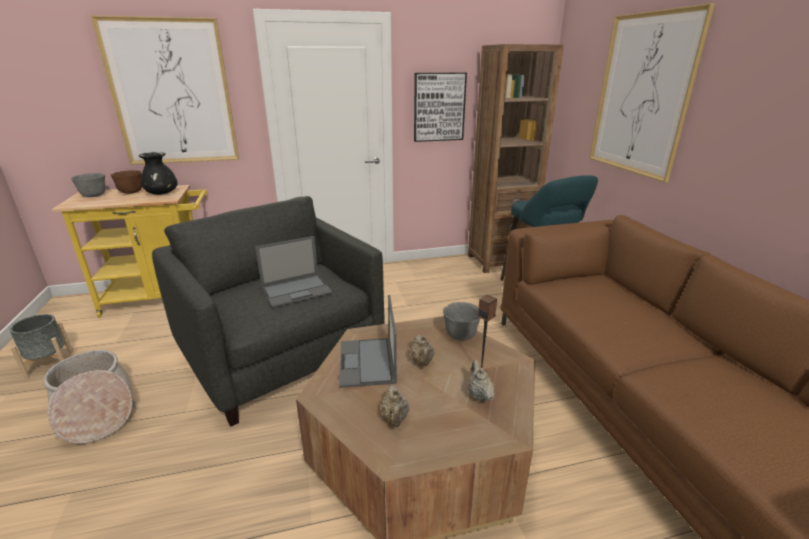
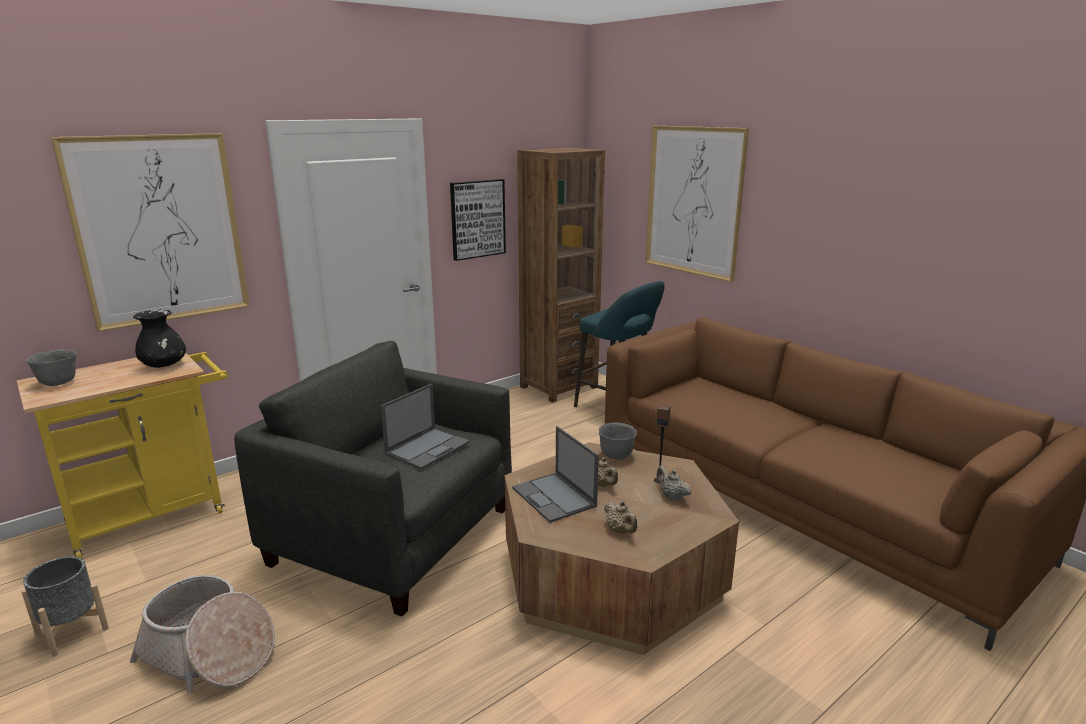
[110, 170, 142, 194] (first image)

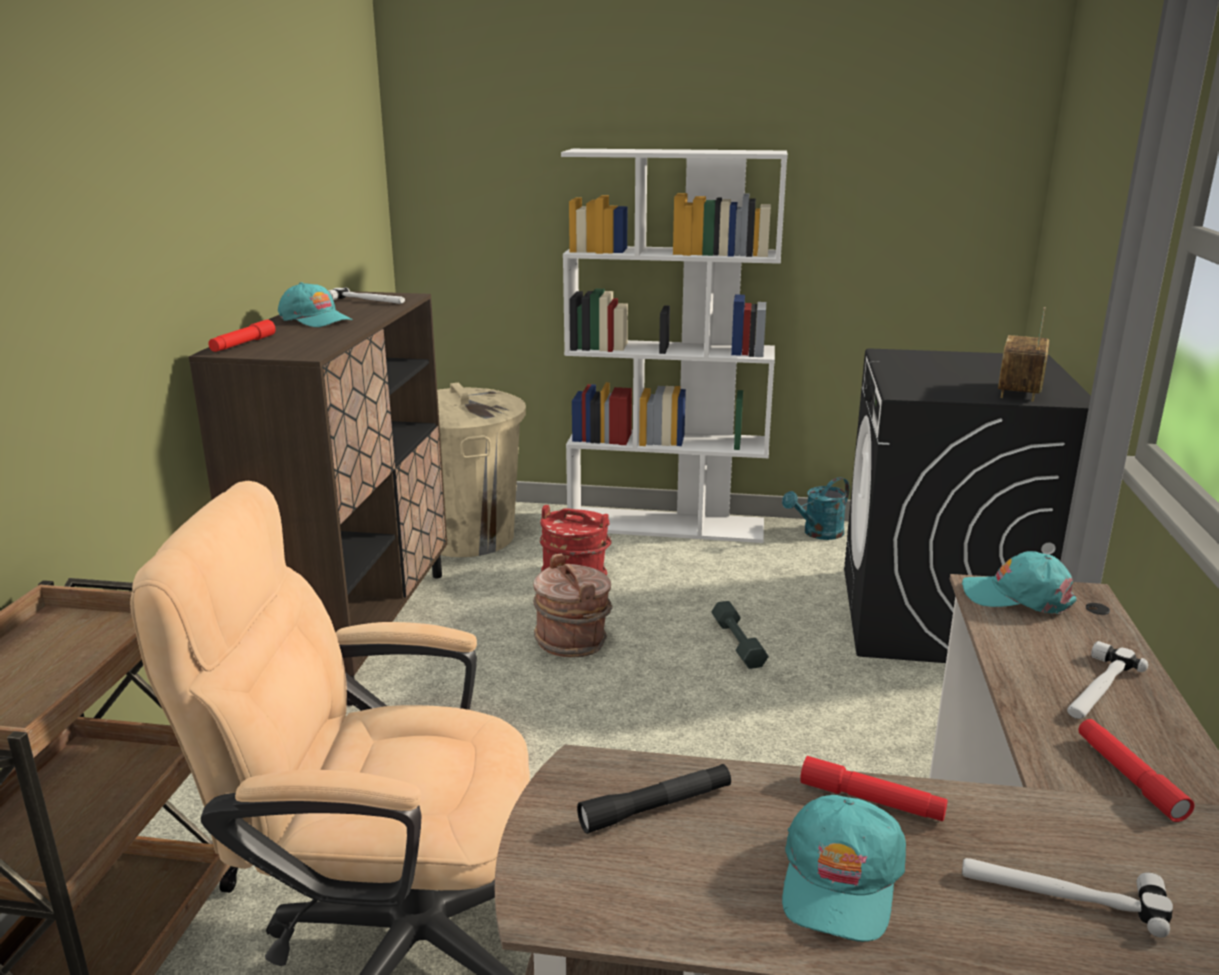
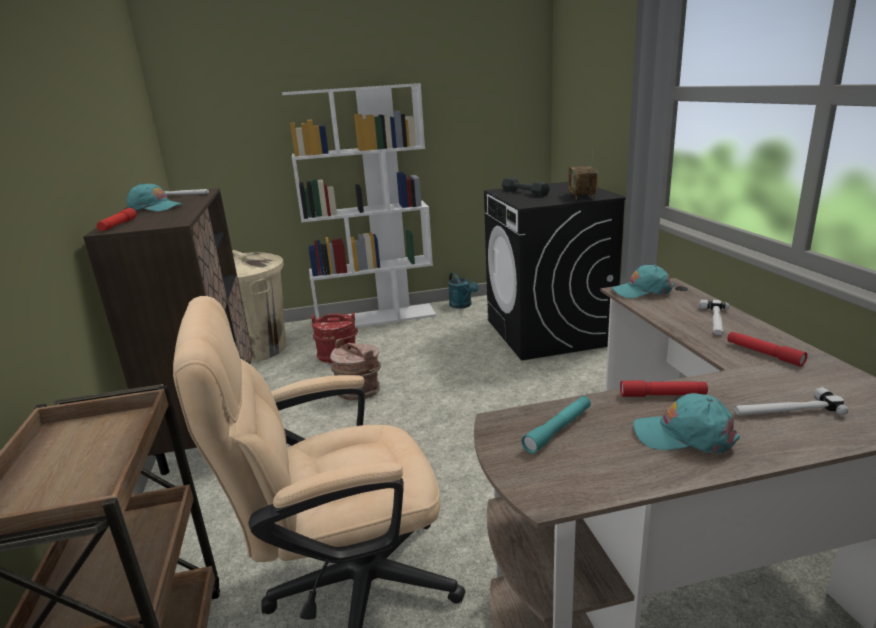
[521, 396, 591, 453]
[501, 178, 550, 197]
[448, 272, 479, 309]
[633, 393, 740, 453]

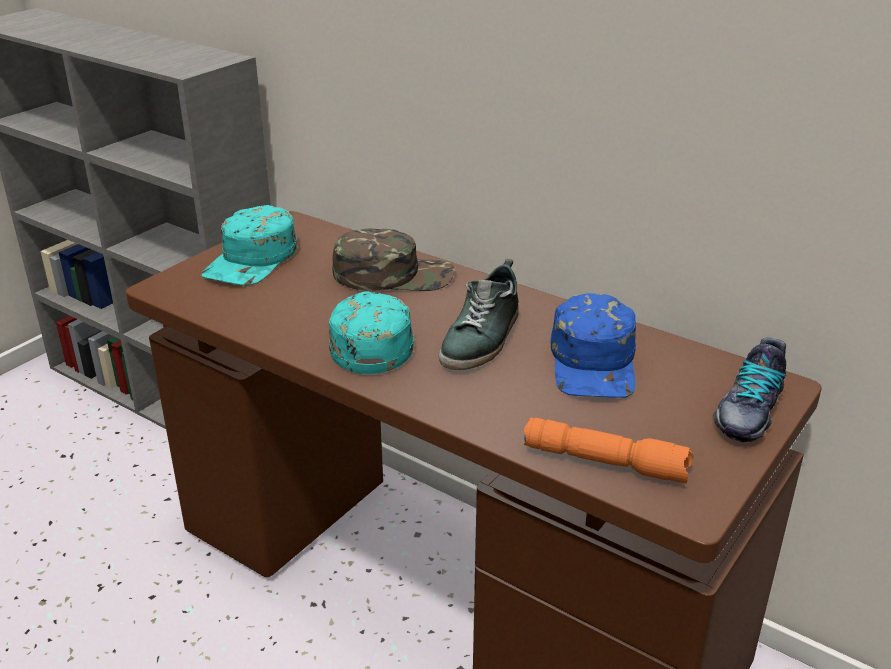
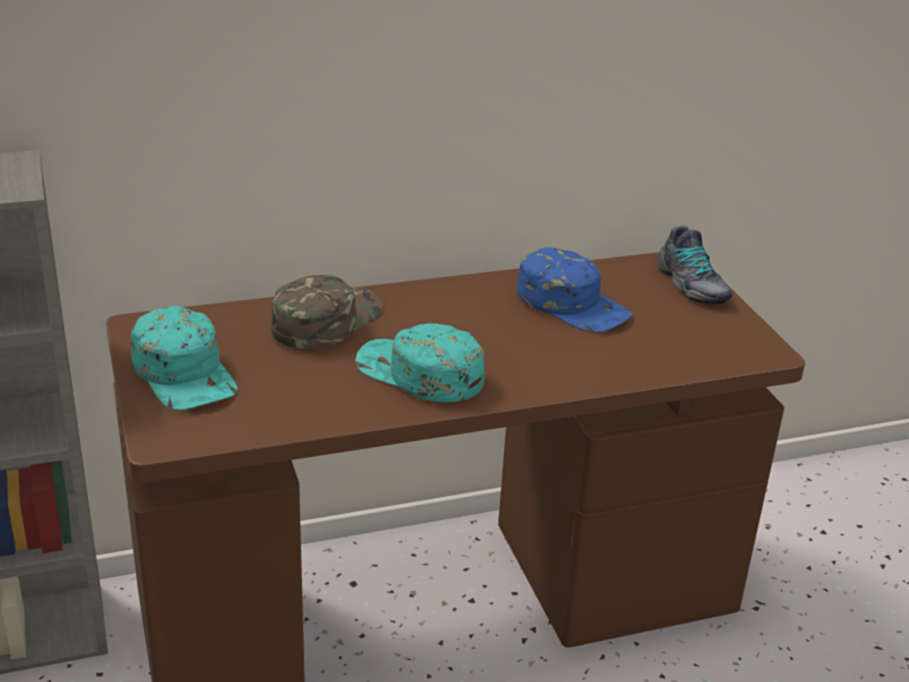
[439, 259, 519, 370] (first image)
[523, 417, 693, 483] (first image)

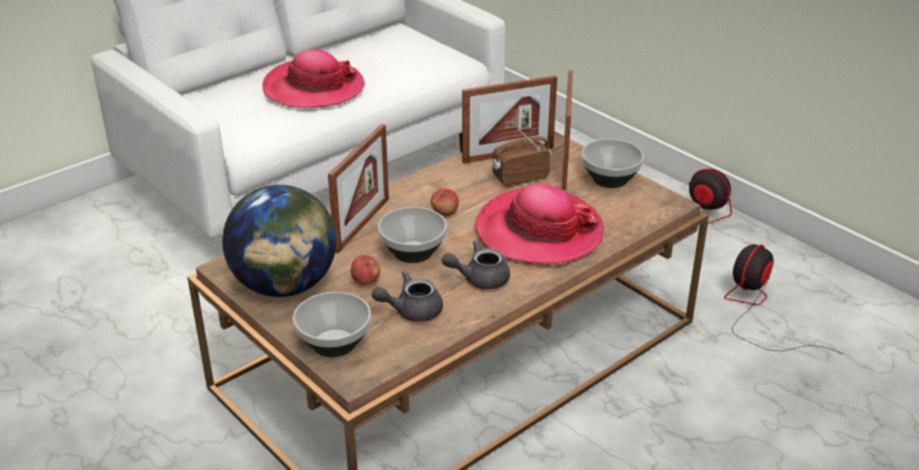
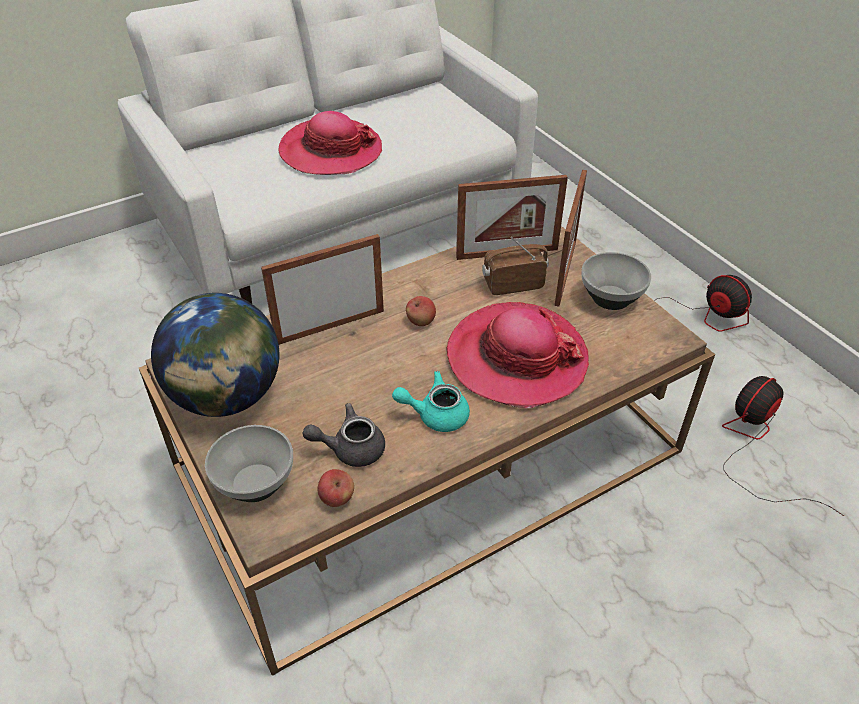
[261, 234, 384, 345]
[318, 469, 354, 507]
[378, 207, 447, 263] (first image)
[392, 371, 470, 432]

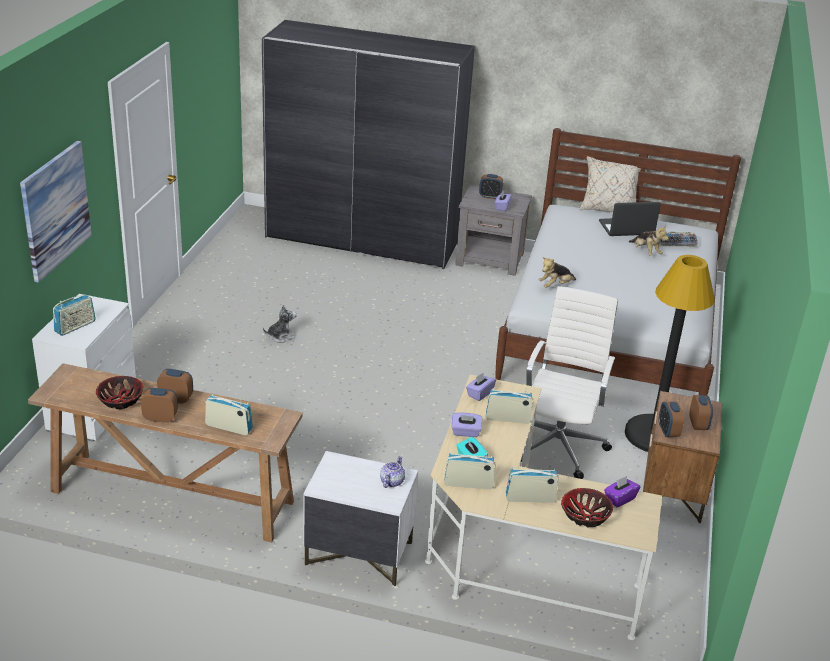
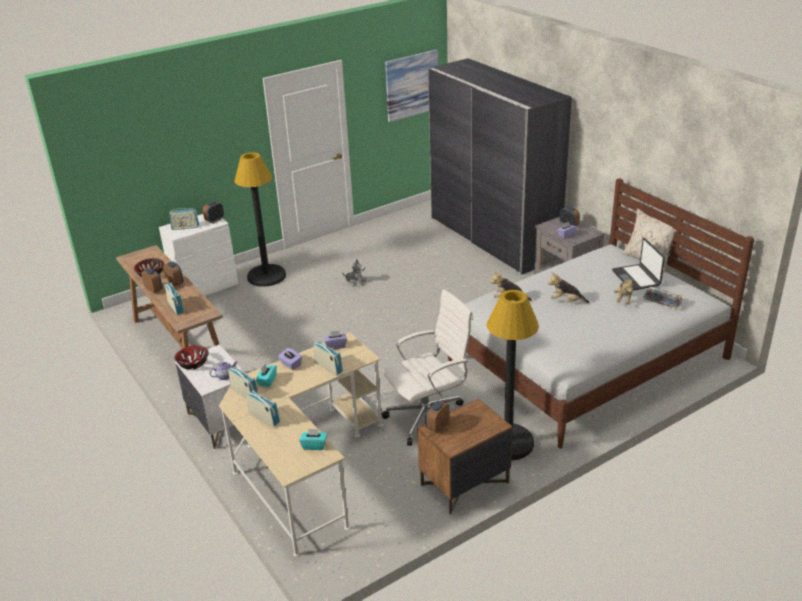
[385, 49, 438, 122]
[174, 345, 209, 370]
[612, 238, 665, 290]
[299, 429, 327, 450]
[203, 201, 224, 223]
[234, 152, 286, 287]
[548, 272, 590, 303]

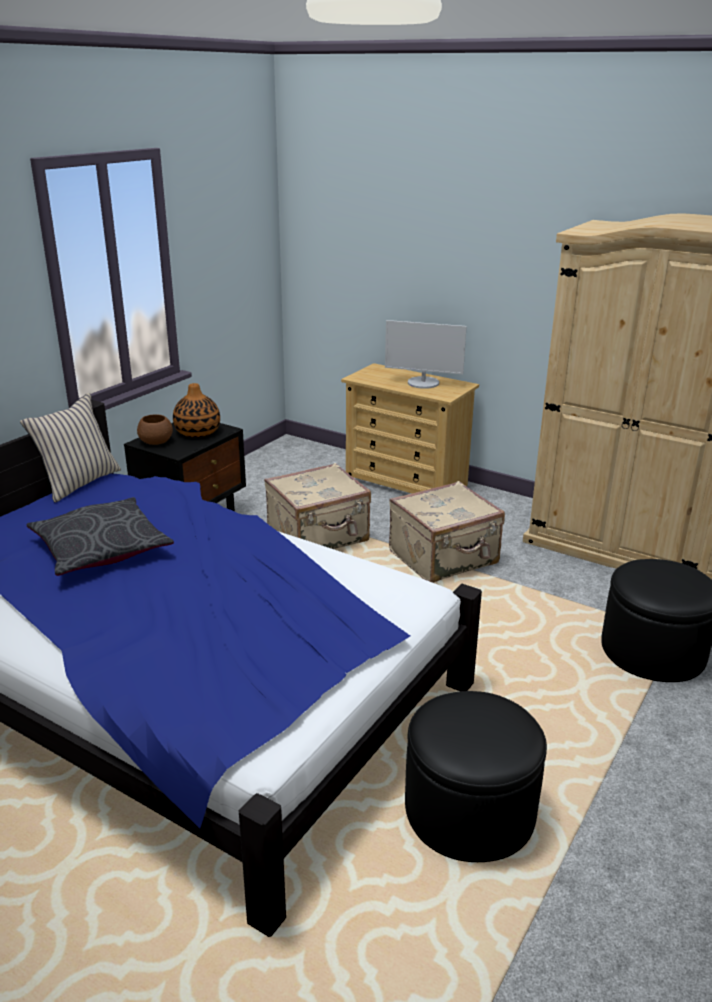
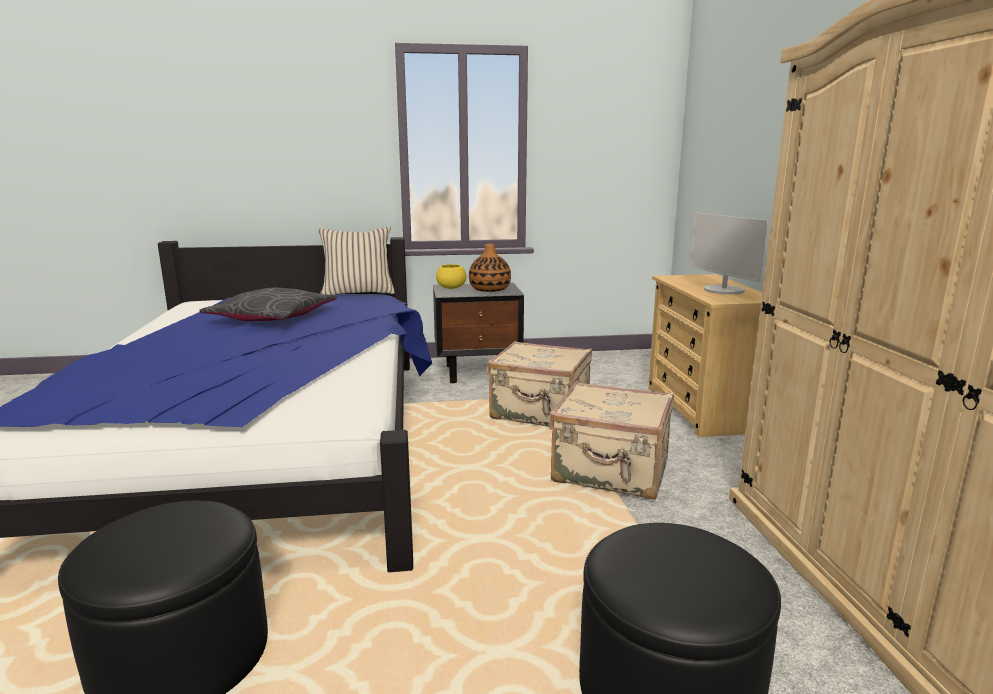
[436, 264, 466, 289]

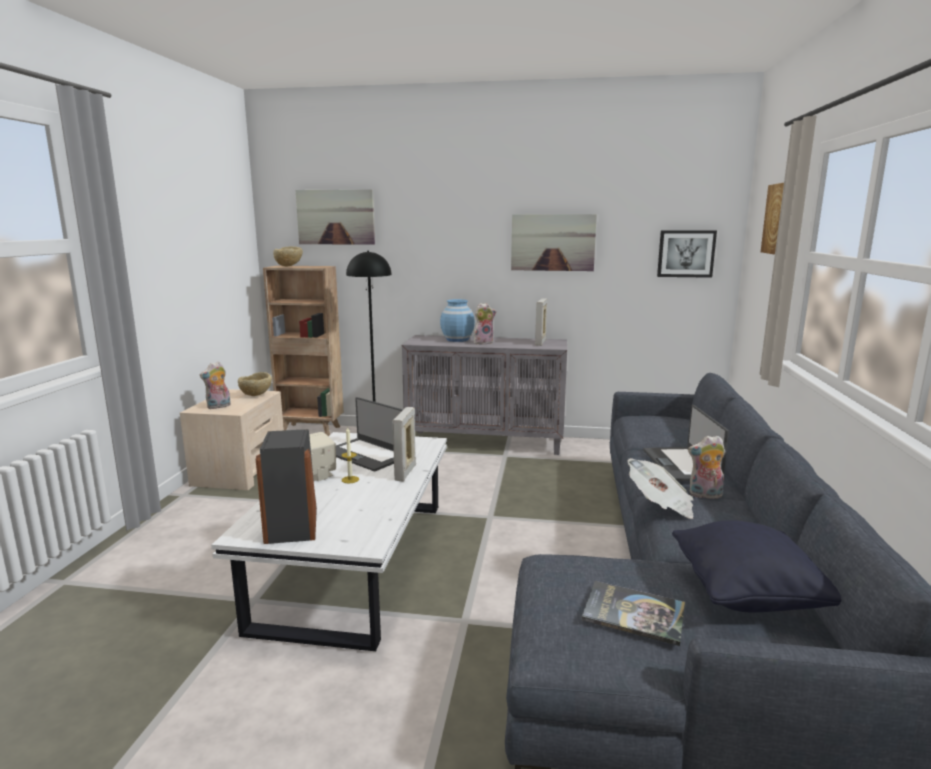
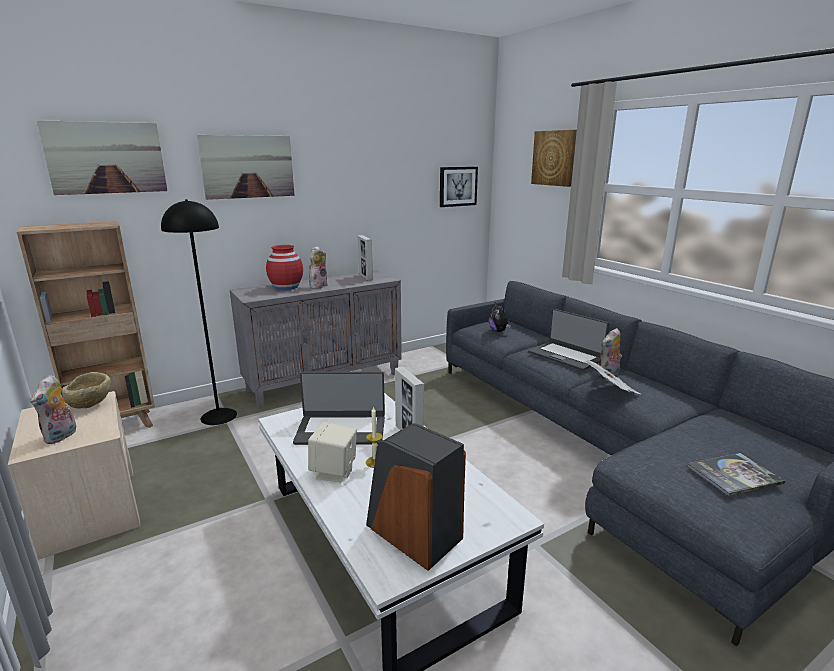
[273, 246, 303, 267] (first image)
[266, 245, 303, 290]
[197, 135, 294, 200]
[672, 520, 841, 612] (first image)
[489, 303, 511, 332]

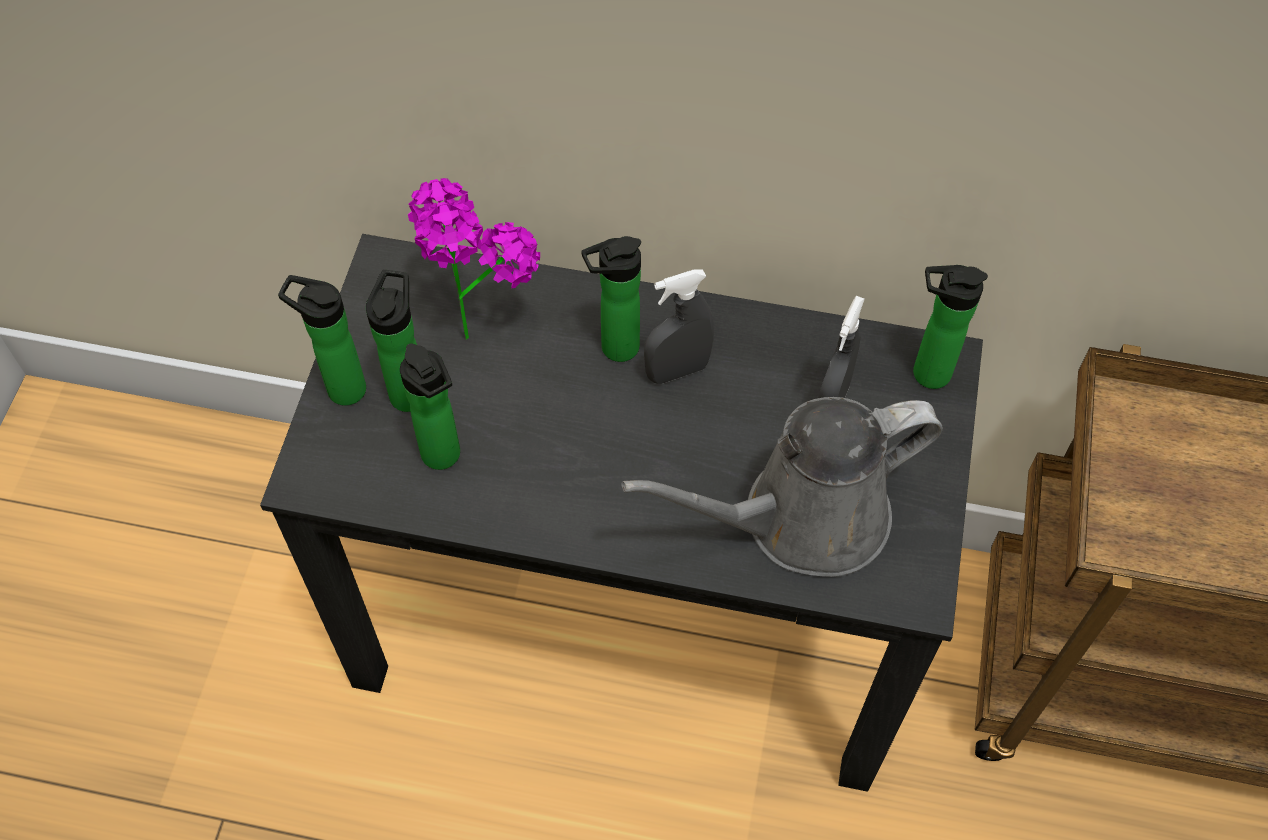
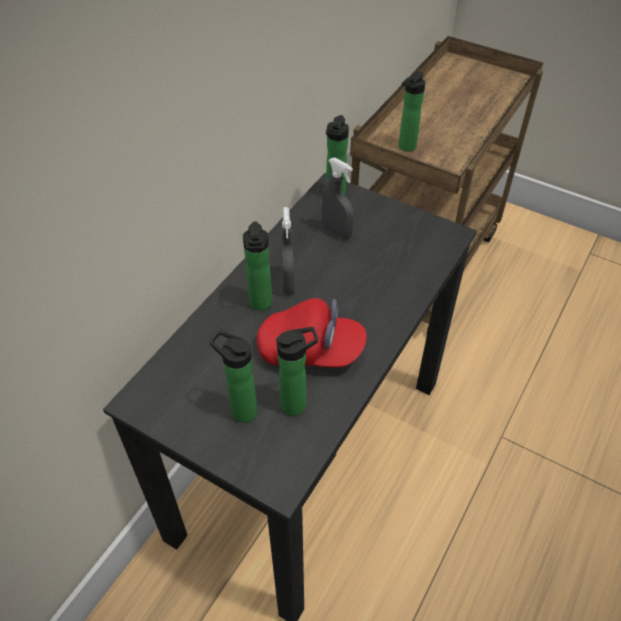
[399, 72, 426, 151]
[408, 178, 540, 340] (first image)
[621, 397, 943, 577] (first image)
[257, 298, 367, 367]

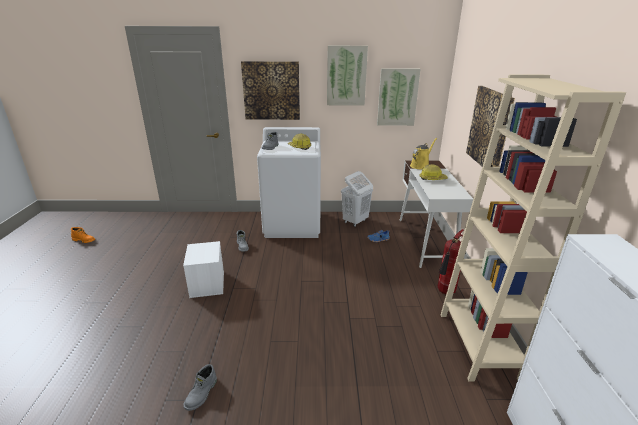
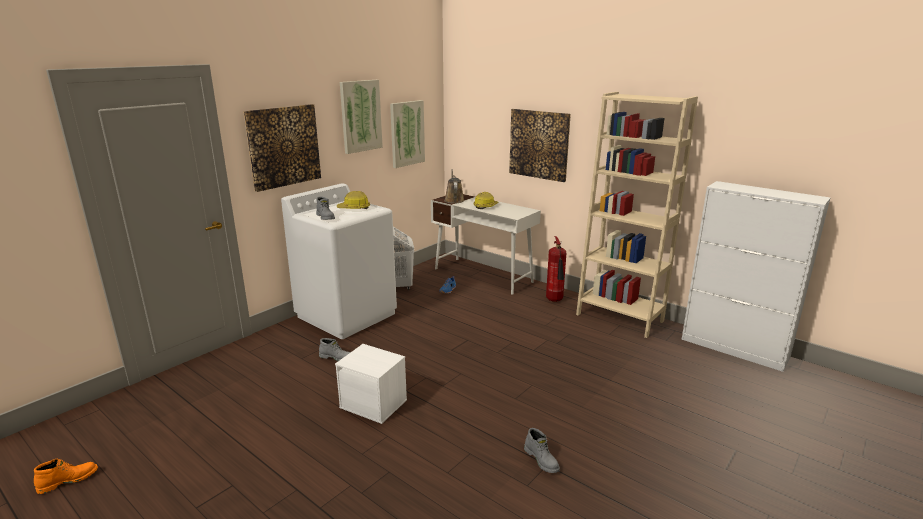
[444, 169, 464, 204]

